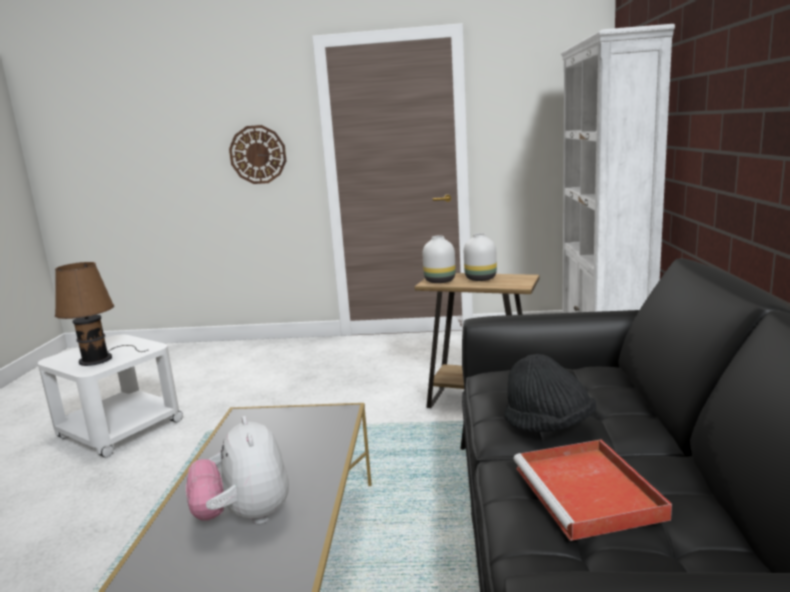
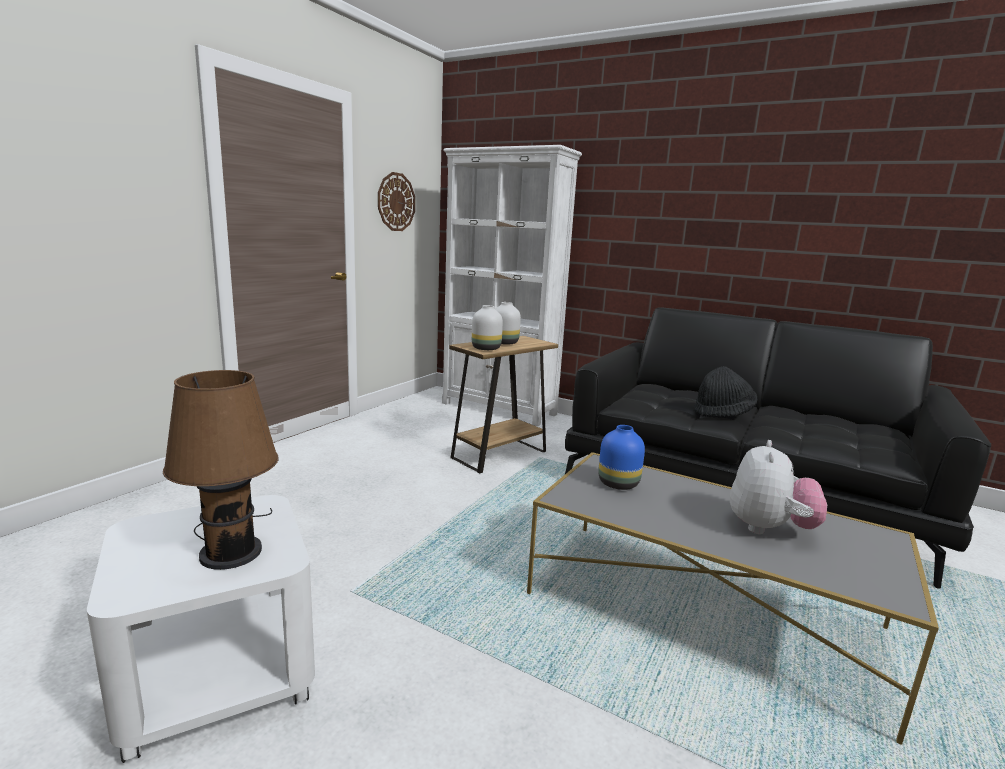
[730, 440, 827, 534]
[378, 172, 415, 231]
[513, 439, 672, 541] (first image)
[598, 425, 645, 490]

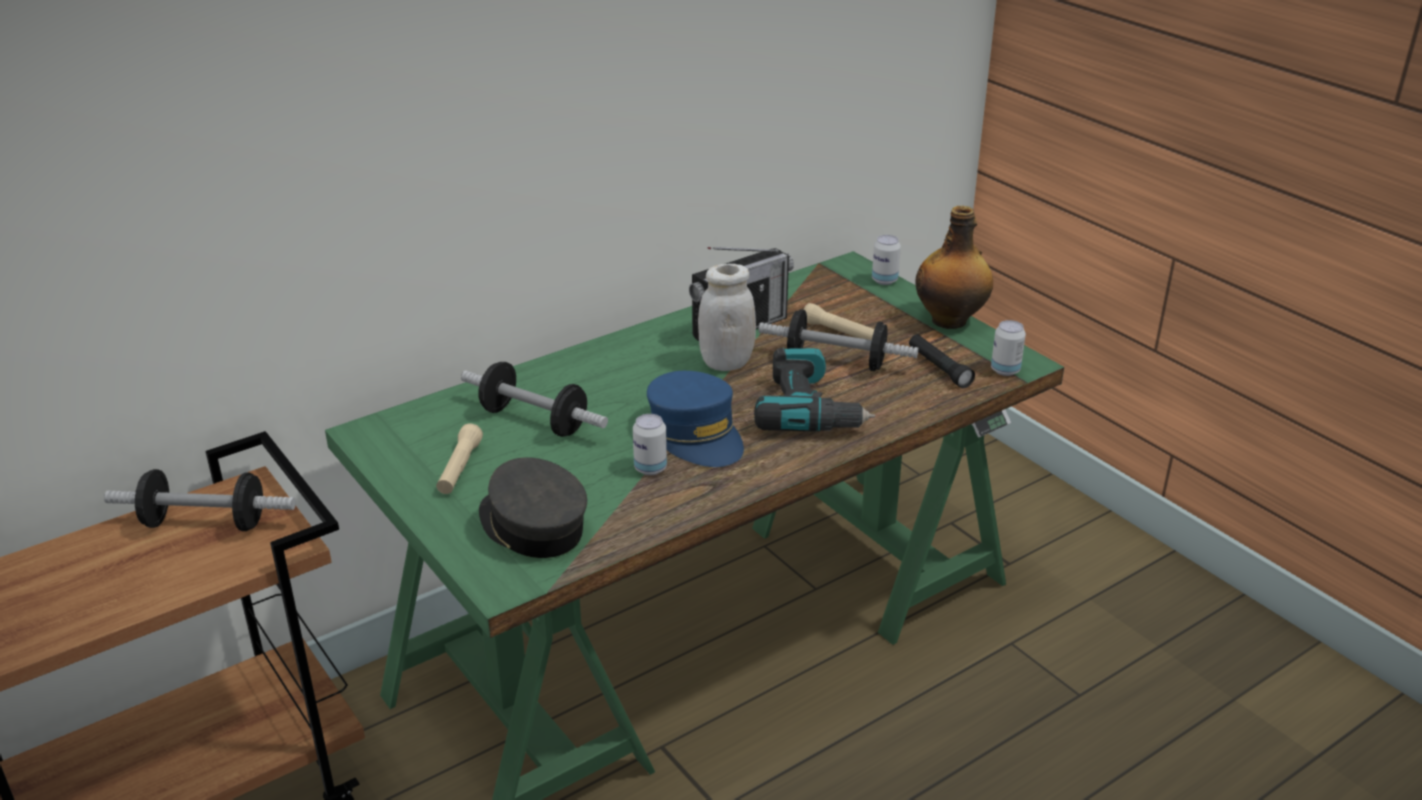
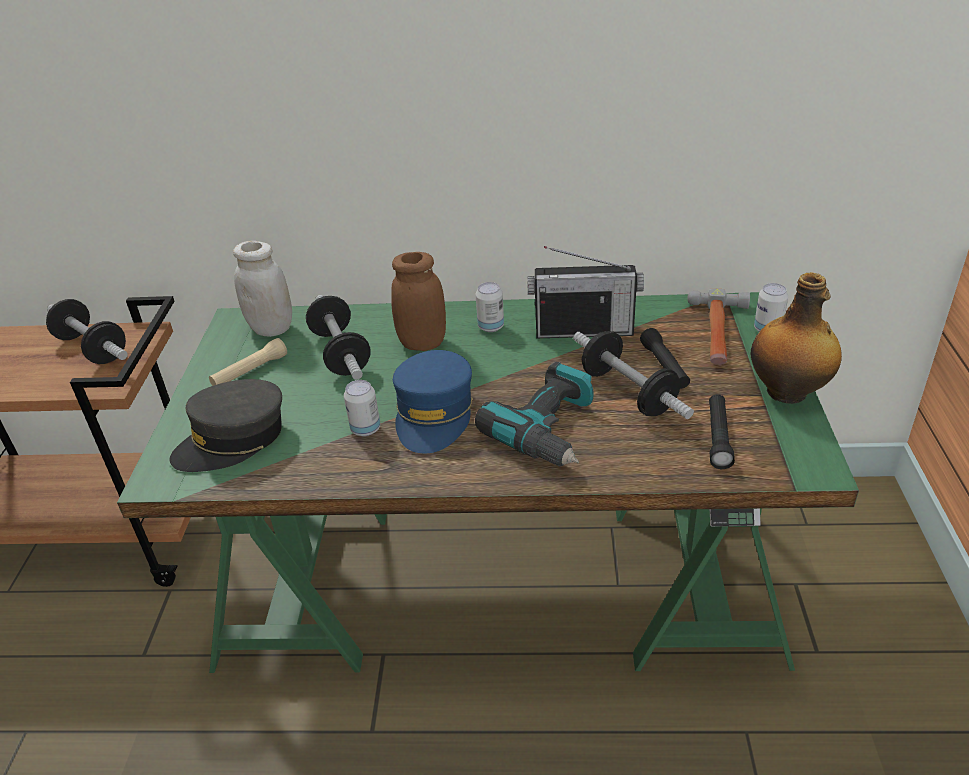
[170, 379, 282, 472]
[233, 241, 292, 337]
[640, 328, 690, 389]
[476, 282, 504, 332]
[391, 252, 446, 351]
[687, 288, 750, 365]

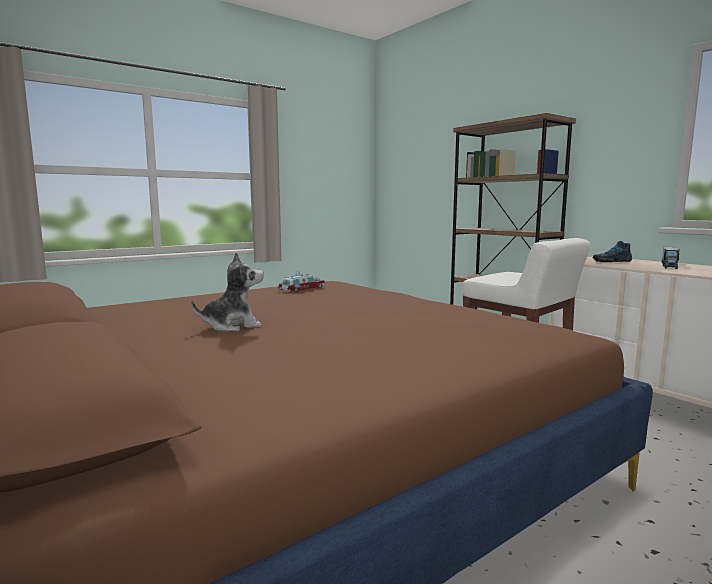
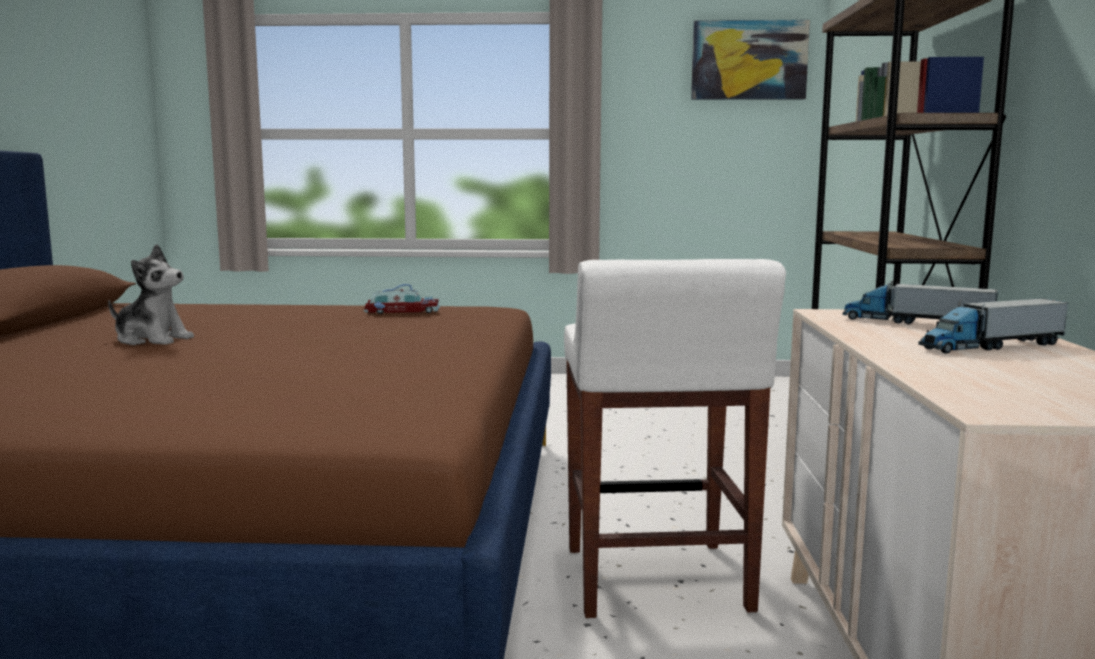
[843, 280, 999, 324]
[691, 20, 810, 100]

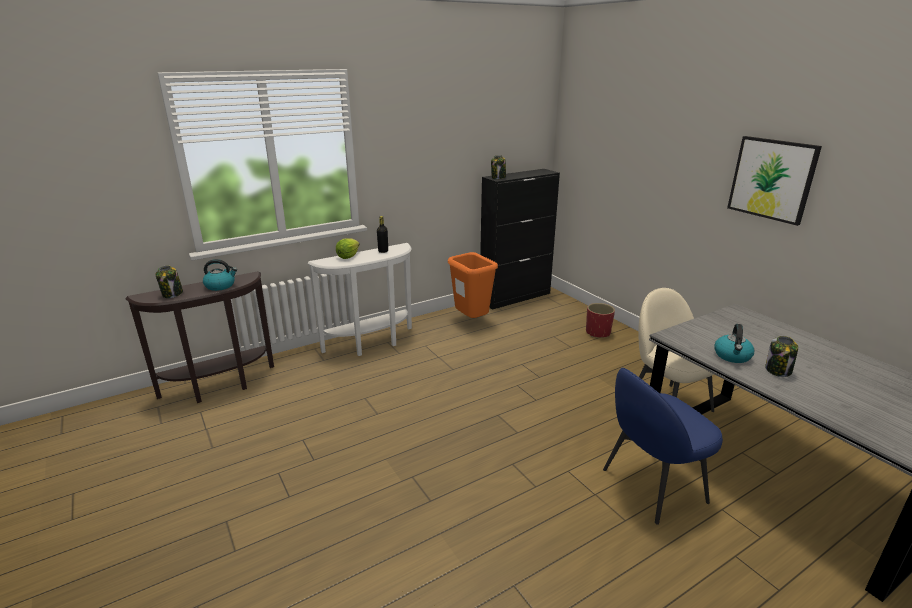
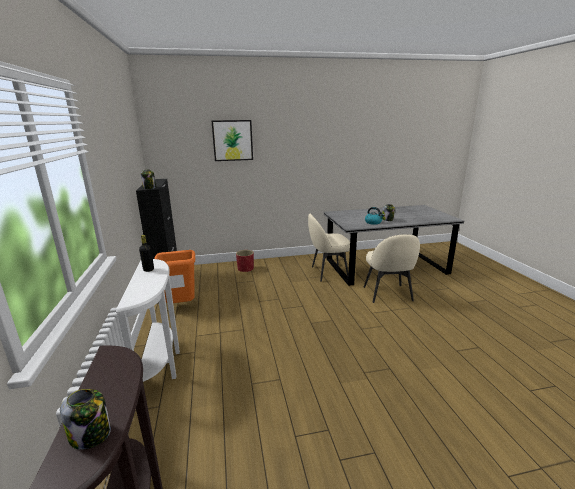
[203, 259, 237, 291] (first image)
[336, 239, 360, 259] (first image)
[363, 234, 420, 303]
[212, 120, 253, 161]

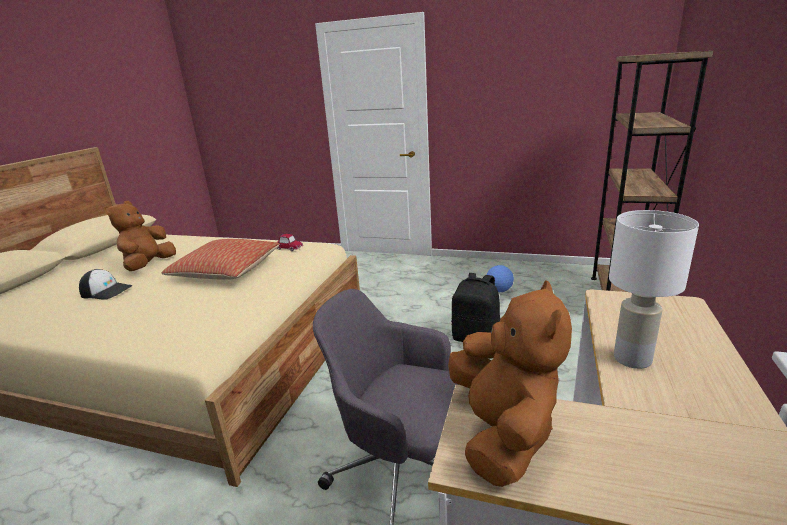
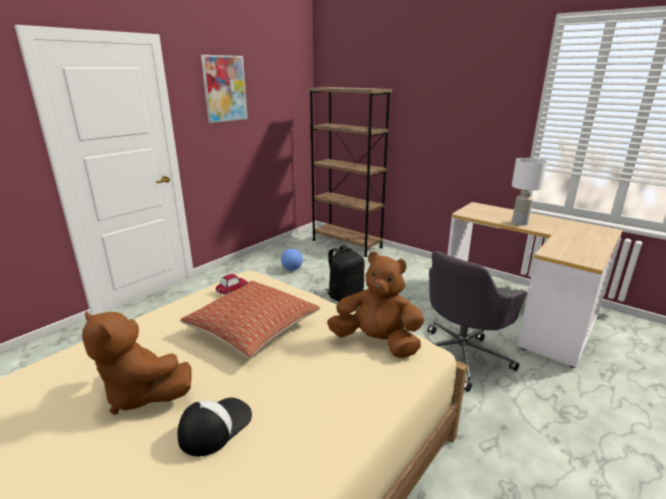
[327, 252, 425, 358]
[201, 55, 248, 123]

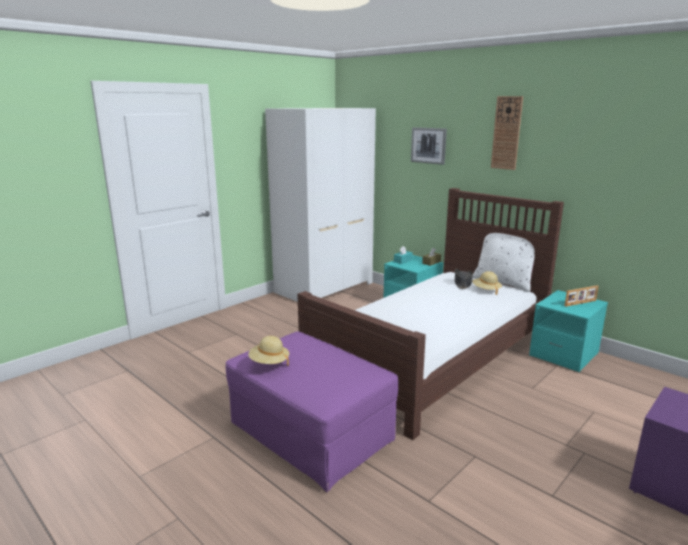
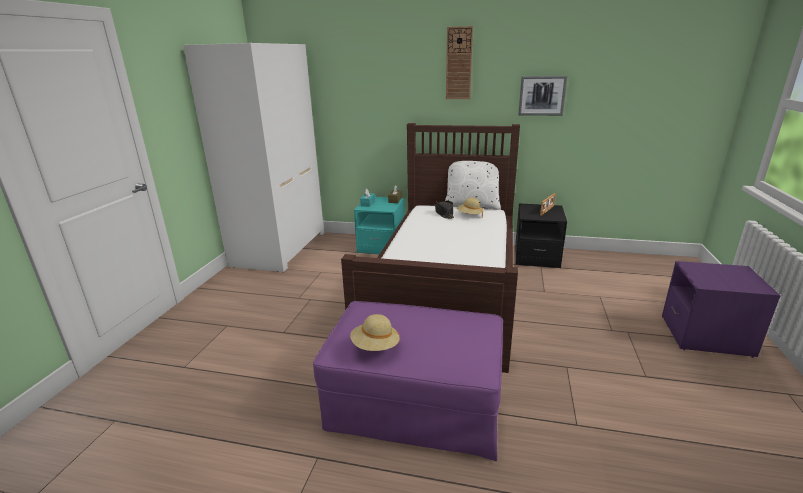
[518, 76, 567, 116]
[515, 203, 567, 268]

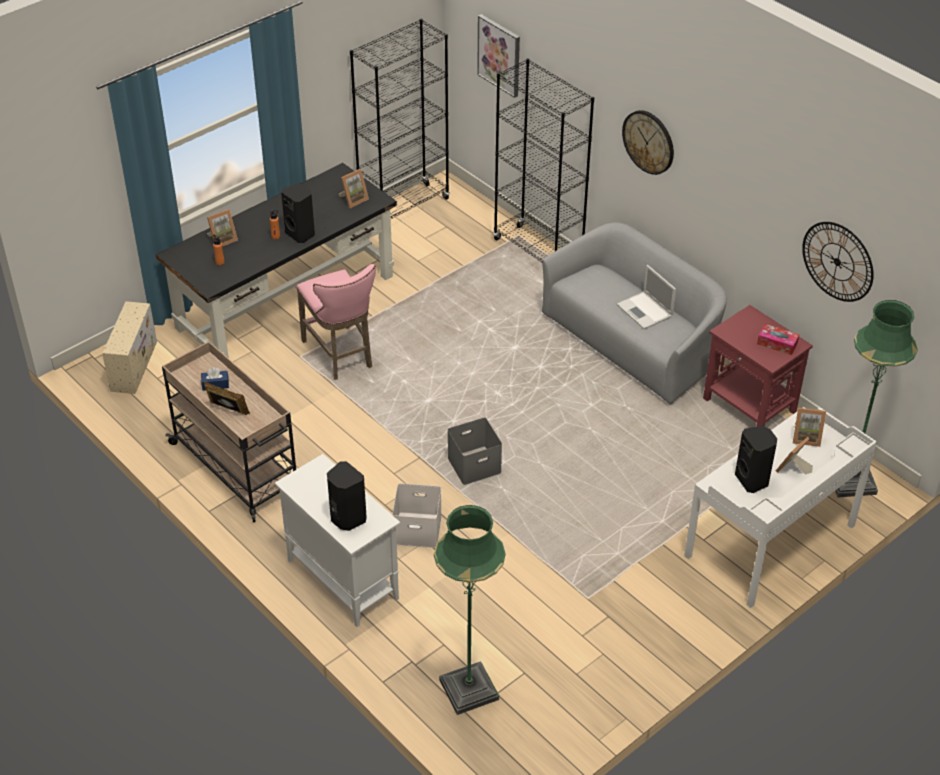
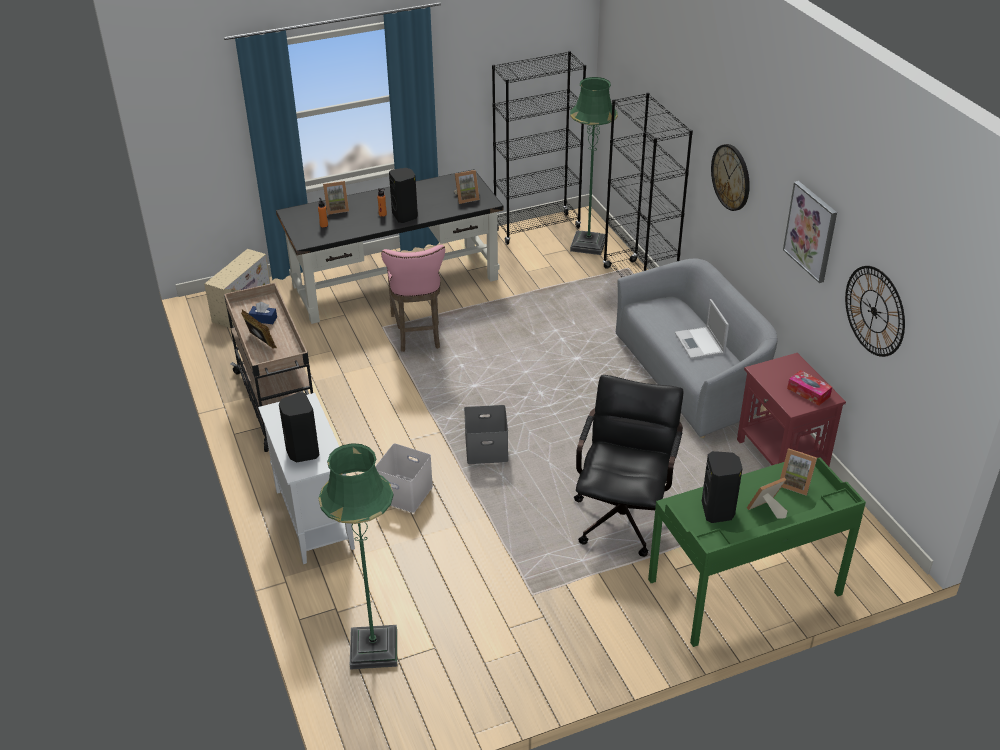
[783, 181, 837, 283]
[648, 457, 866, 647]
[570, 77, 618, 255]
[574, 375, 683, 557]

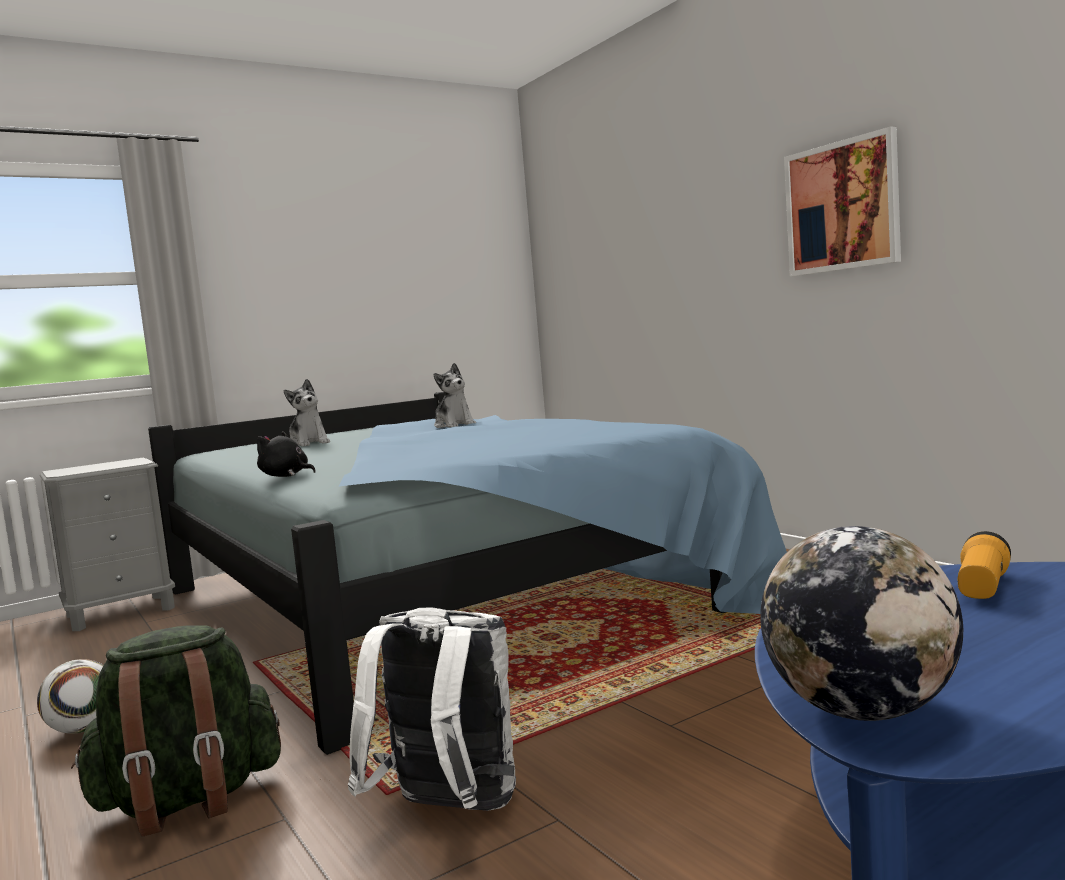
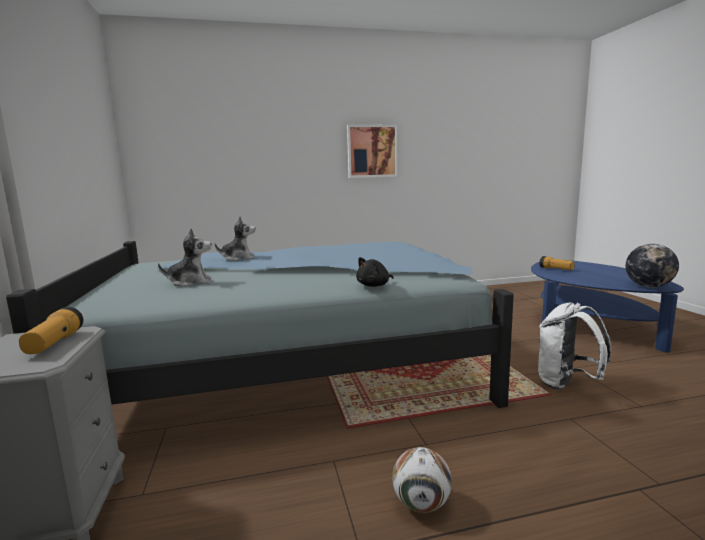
[71, 625, 281, 837] (first image)
[19, 307, 84, 354]

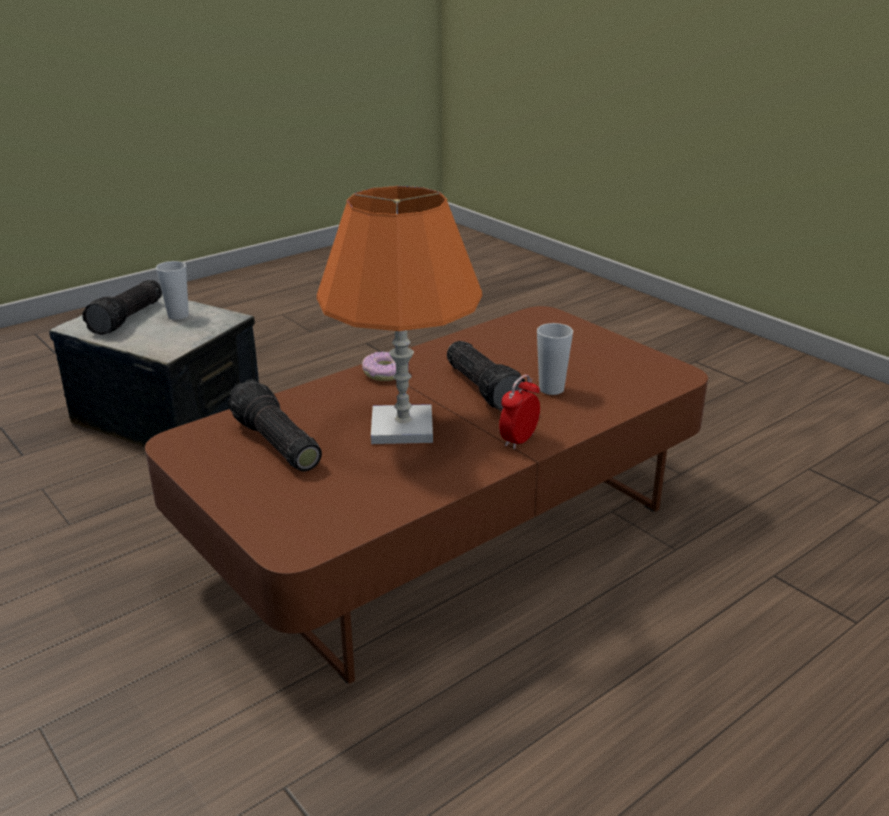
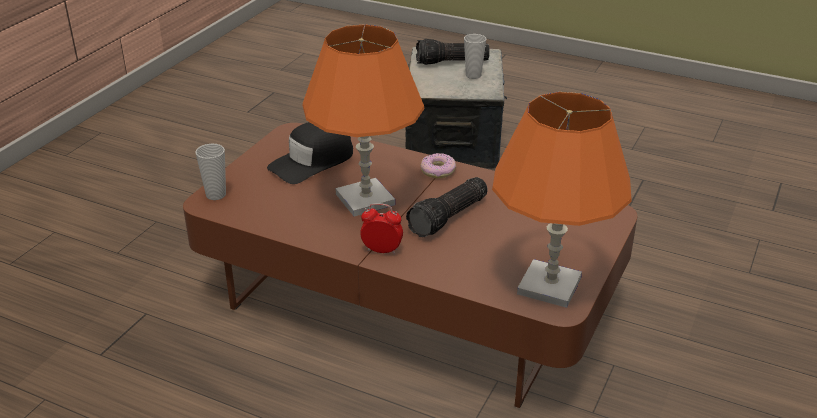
[267, 122, 353, 184]
[195, 144, 226, 200]
[492, 92, 631, 308]

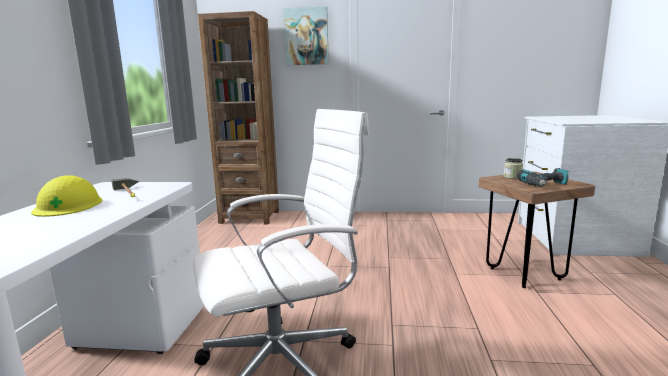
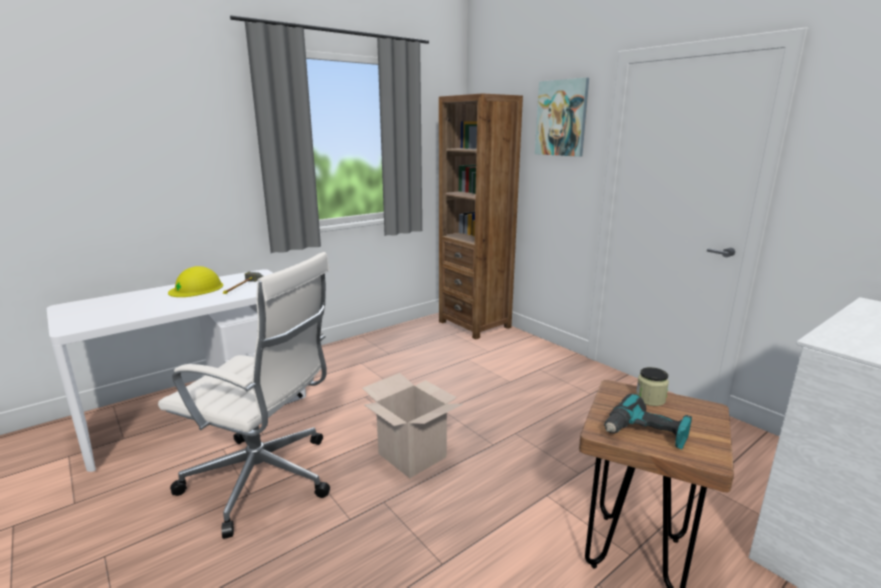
[362, 373, 463, 478]

